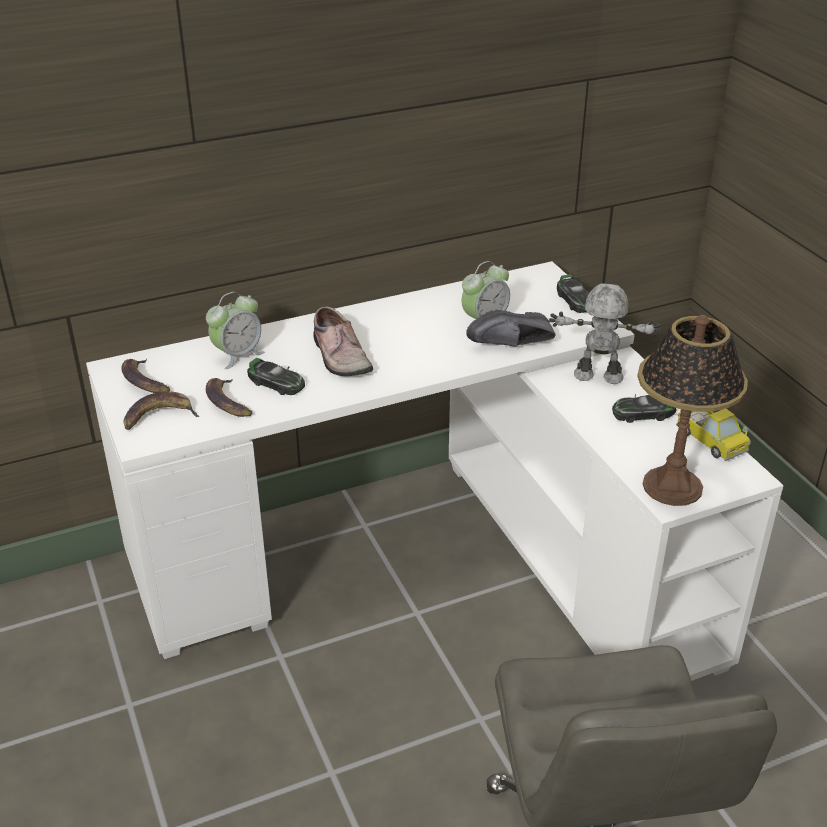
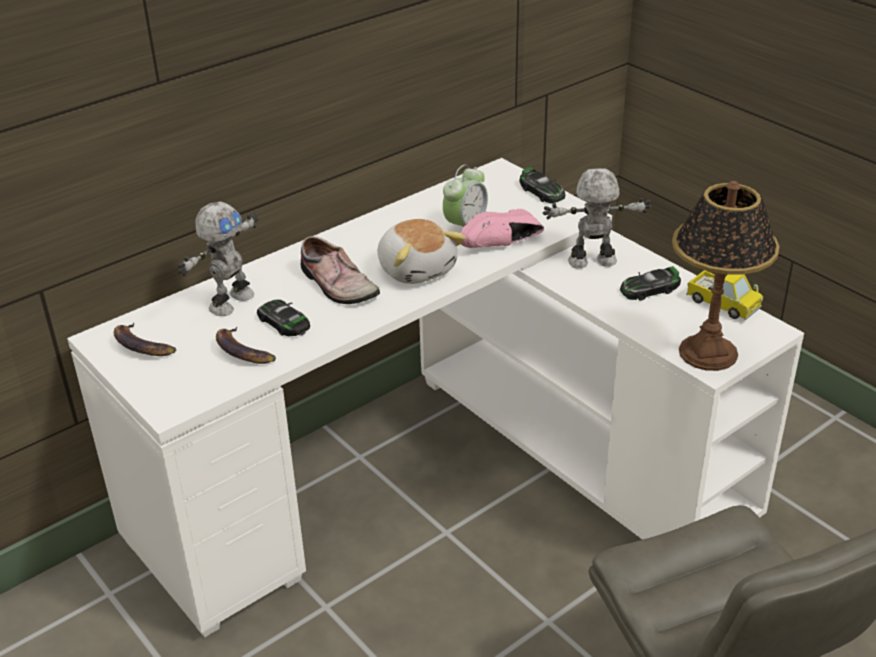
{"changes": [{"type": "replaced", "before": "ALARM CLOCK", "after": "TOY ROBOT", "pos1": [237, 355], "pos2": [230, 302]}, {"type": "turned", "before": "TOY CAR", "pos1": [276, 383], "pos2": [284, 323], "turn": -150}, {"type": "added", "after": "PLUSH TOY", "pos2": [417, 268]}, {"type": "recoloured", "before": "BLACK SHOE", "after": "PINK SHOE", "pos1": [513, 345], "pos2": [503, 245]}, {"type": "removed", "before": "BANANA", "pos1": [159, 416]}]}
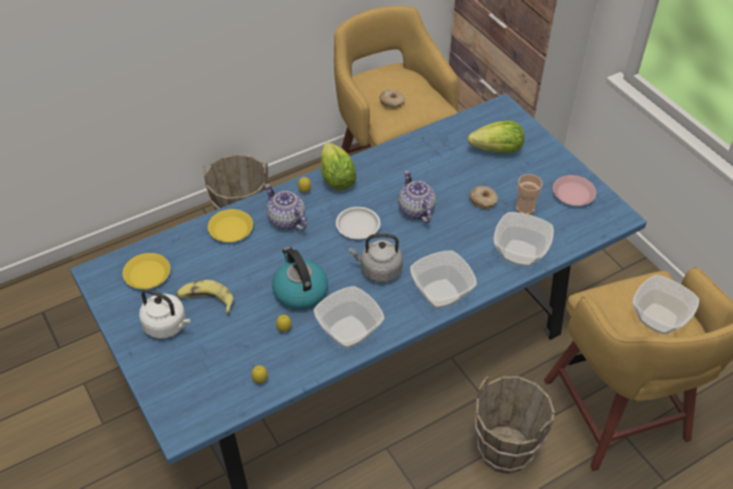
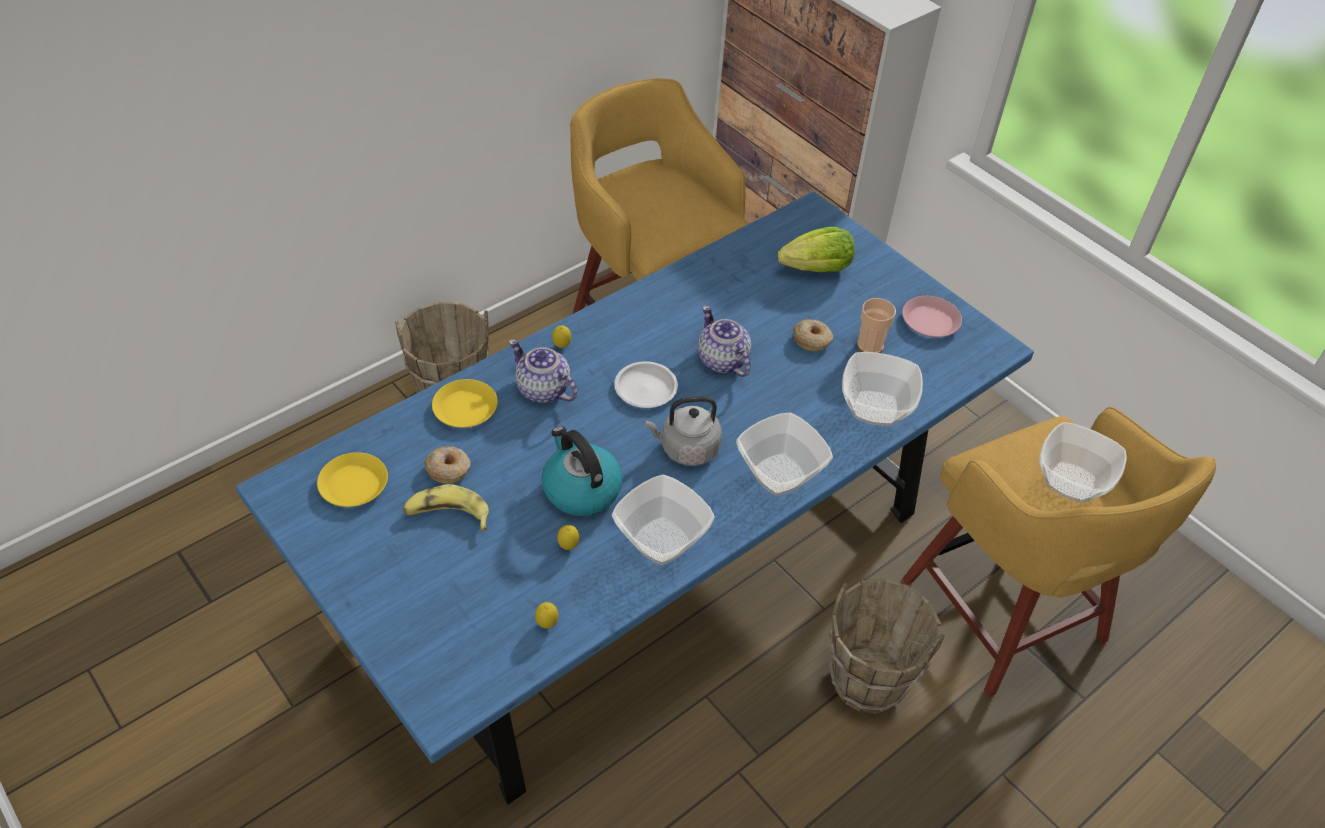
{"changes": [{"type": "moved", "before": "DONUT", "pos1": [392, 102], "pos2": [449, 469]}, {"type": "removed", "before": "WHITE KETTLE", "pos1": [167, 326]}, {"type": "removed", "before": "LETTUCE", "pos1": [336, 179]}]}
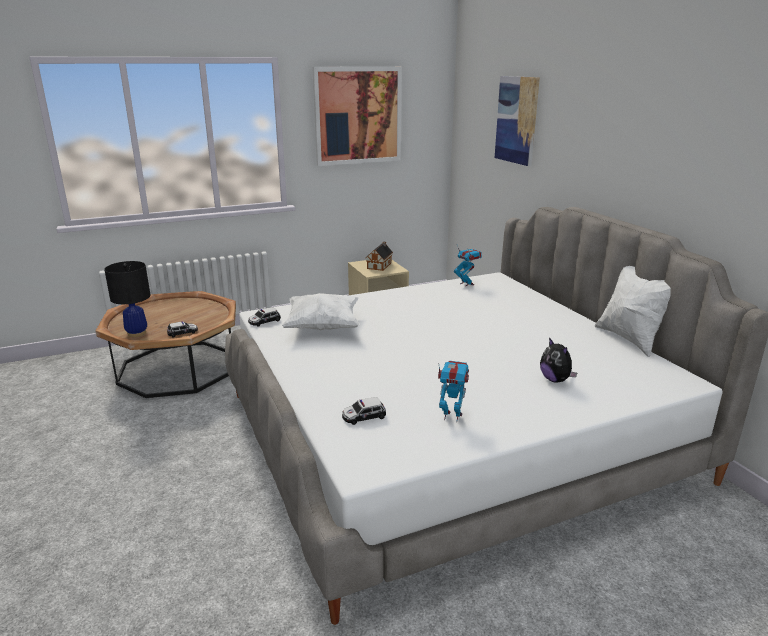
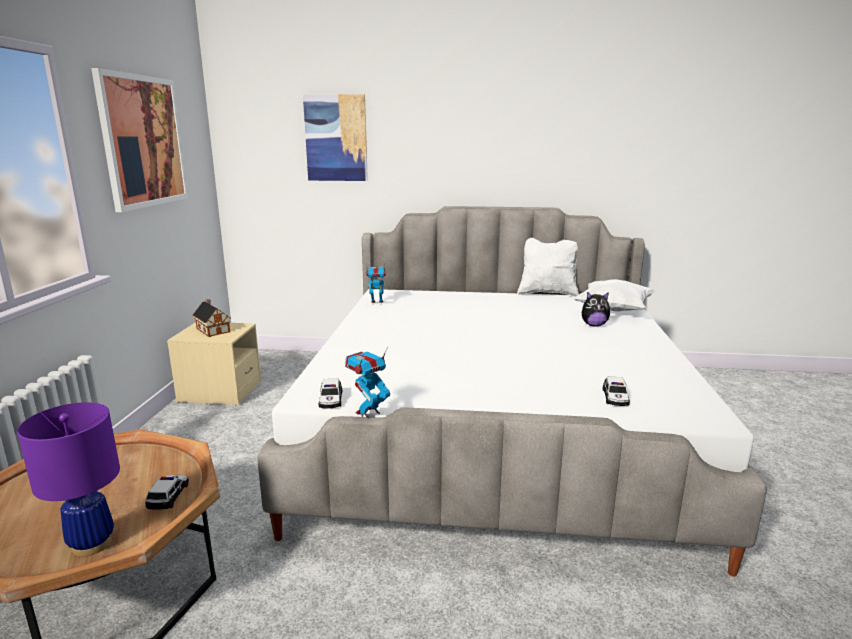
{"changes": [{"type": "recoloured", "before": "BLACK TABLE LAMP", "after": "PURPLE TABLE LAMP", "pos1": [137, 333], "pos2": [92, 544]}, {"type": "moved", "before": "TOY ROBOT", "pos1": [451, 416], "pos2": [368, 412]}, {"type": "moved", "before": "WHITE PILLOW", "pos1": [323, 327], "pos2": [613, 310]}]}
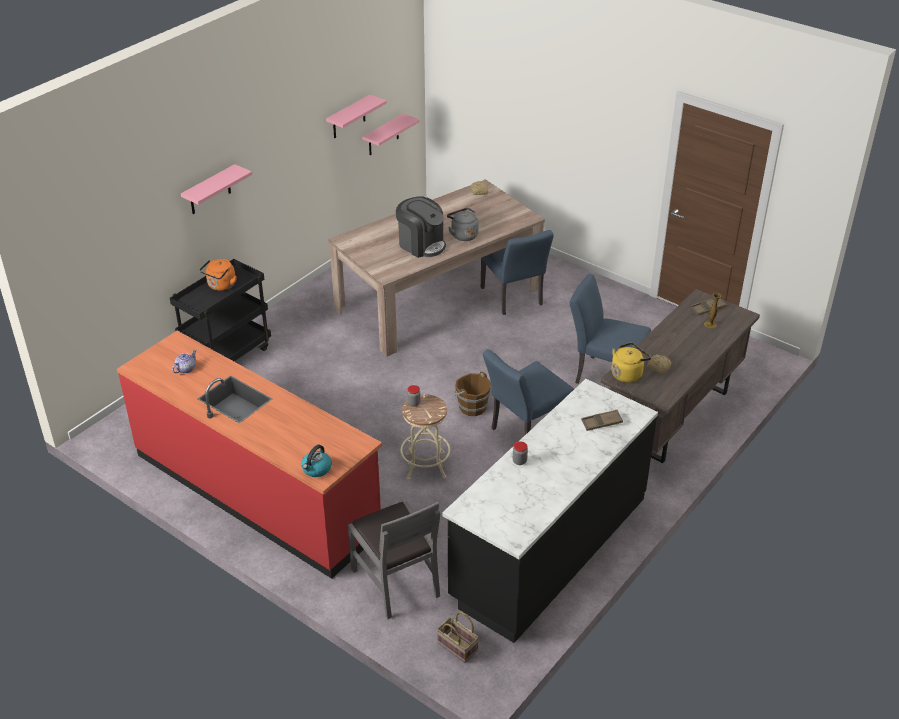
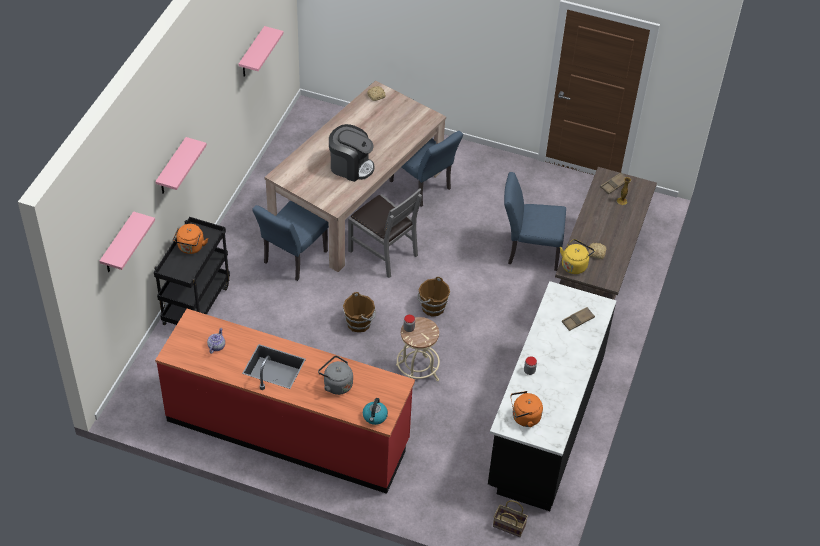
{"changes": [{"type": "moved", "before": "PINK SHELF", "pos1": [383, 135], "pos2": [118, 245]}, {"type": "moved", "before": "BLUE CHAIR", "pos1": [524, 432], "pos2": [292, 260]}, {"type": "moved", "before": "GREY KETTLE", "pos1": [463, 235], "pos2": [336, 384]}, {"type": "added", "after": "BROWN BUCKET", "pos2": [359, 323]}, {"type": "moved", "before": "GREY CHAIR", "pos1": [396, 581], "pos2": [383, 252]}, {"type": "added", "after": "ORANGE KETTLE", "pos2": [524, 418]}]}
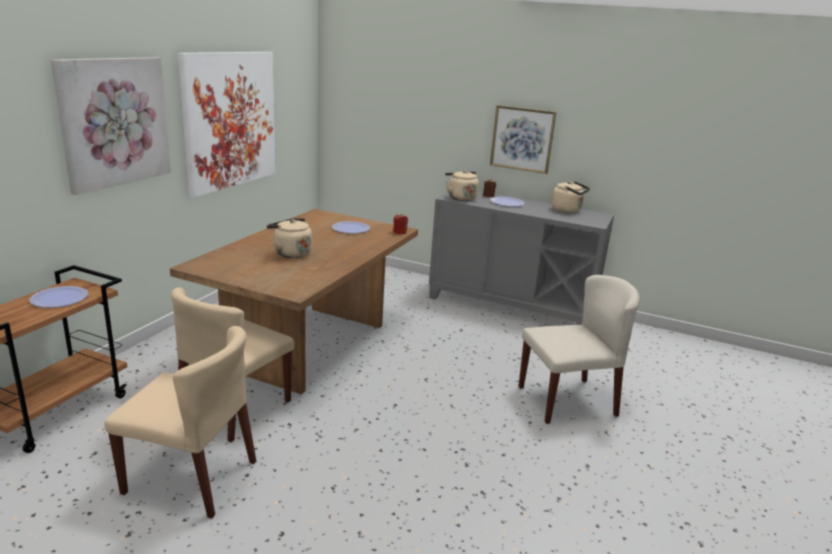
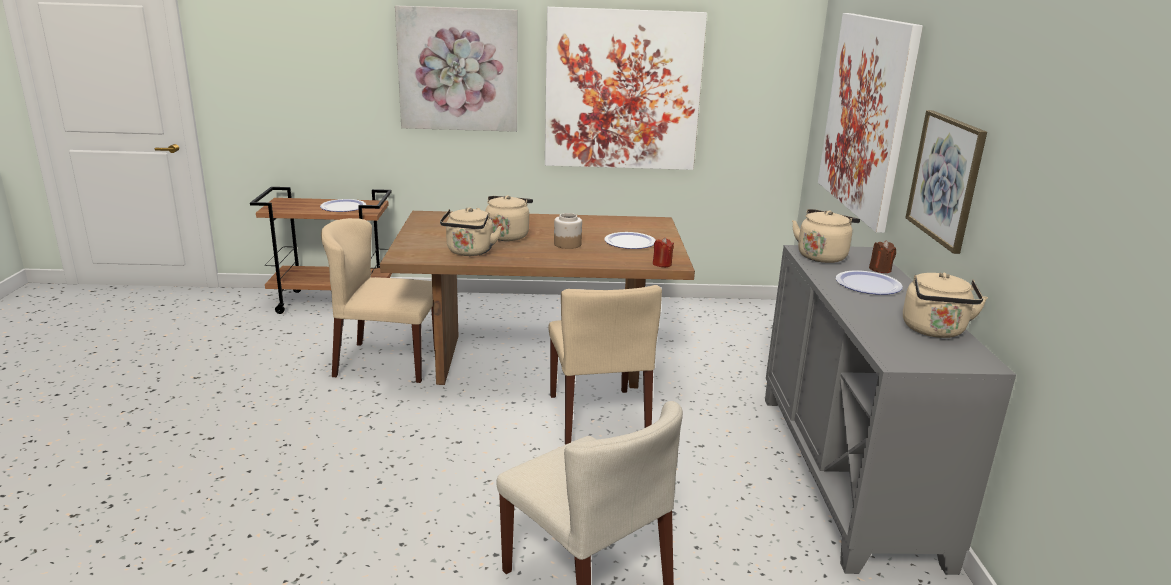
{"changes": [{"type": "added", "after": "BEIGE KETTLE", "pos2": [469, 252]}, {"type": "moved", "before": "BEIGE CHAIR", "pos1": [192, 477], "pos2": [598, 417]}, {"type": "added", "after": "JAR", "pos2": [567, 244]}, {"type": "added", "after": "PICTURE", "pos2": [866, 116]}]}
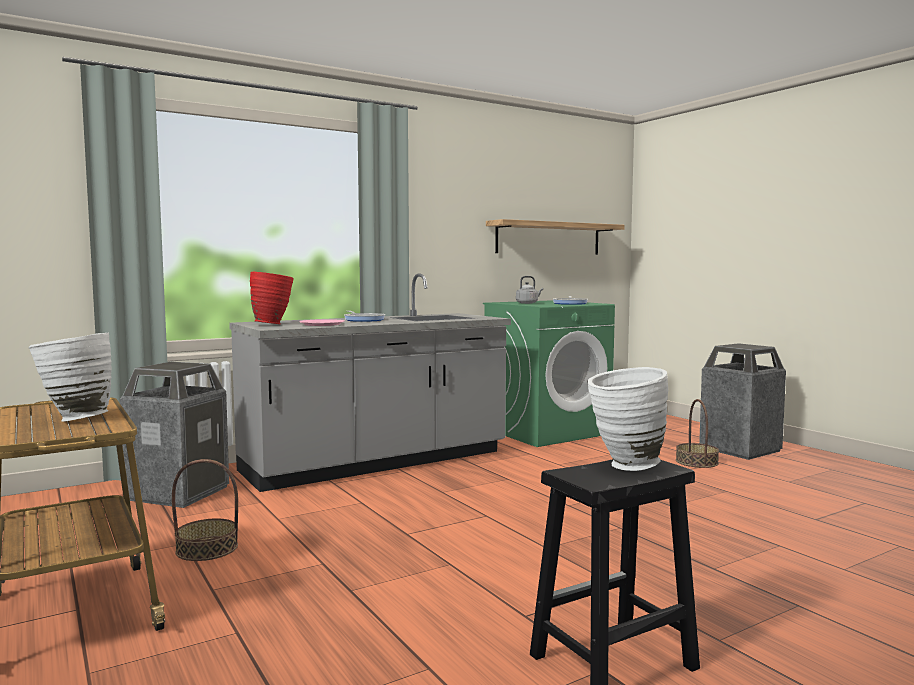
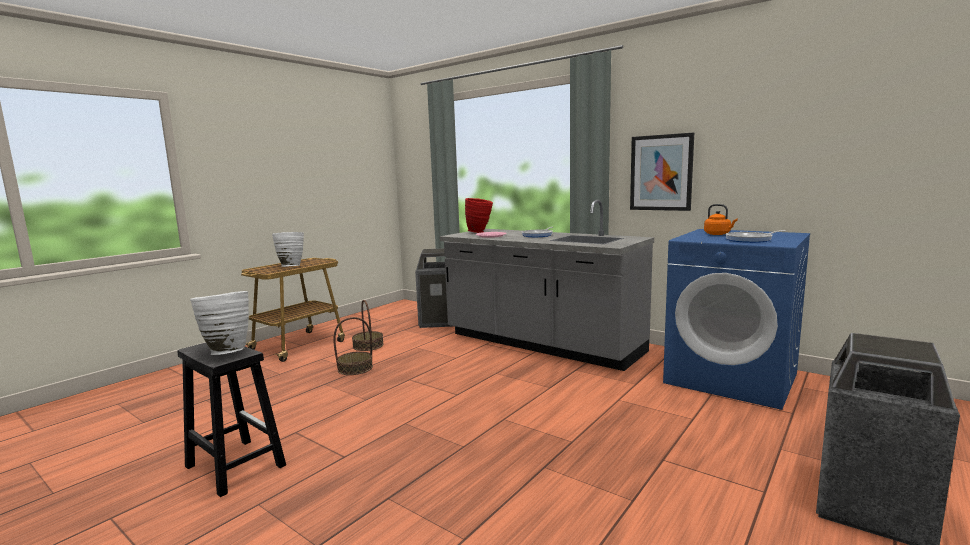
{"changes": [{"type": "moved", "before": "BASKET", "pos1": [696, 462], "pos2": [355, 368]}, {"type": "added", "after": "PICTURE", "pos2": [661, 172]}, {"type": "recoloured", "before": "GREEN WASHING MACHINE", "after": "BLUE WASHING MACHINE", "pos1": [547, 431], "pos2": [732, 378]}, {"type": "recoloured", "before": "GREY KETTLE", "after": "ORANGE KETTLE", "pos1": [528, 303], "pos2": [718, 234]}, {"type": "removed", "before": "SHELF", "pos1": [549, 238]}]}
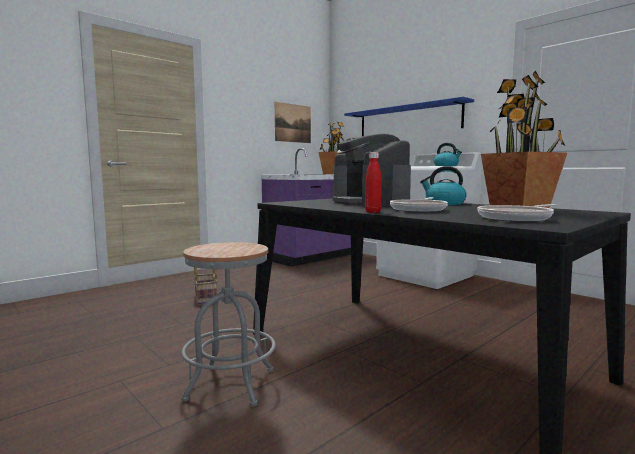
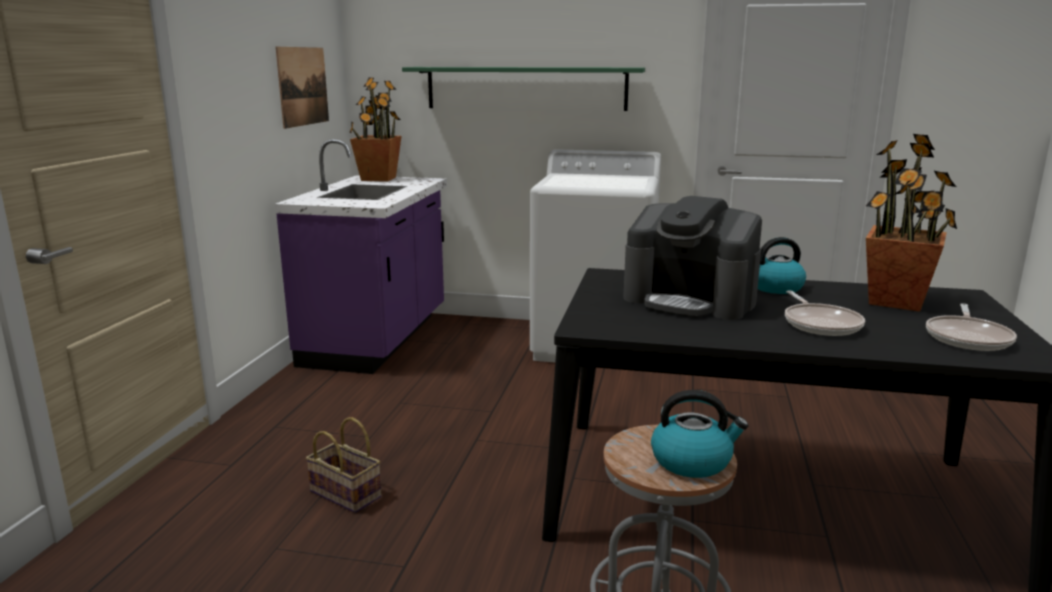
{"changes": [{"type": "recoloured", "before": "BLUE SHELF", "after": "GREEN SHELF", "pos1": [407, 120], "pos2": [526, 88]}, {"type": "moved", "before": "KETTLE", "pos1": [446, 166], "pos2": [692, 461]}, {"type": "removed", "before": "RED BOTTLE", "pos1": [373, 212]}]}
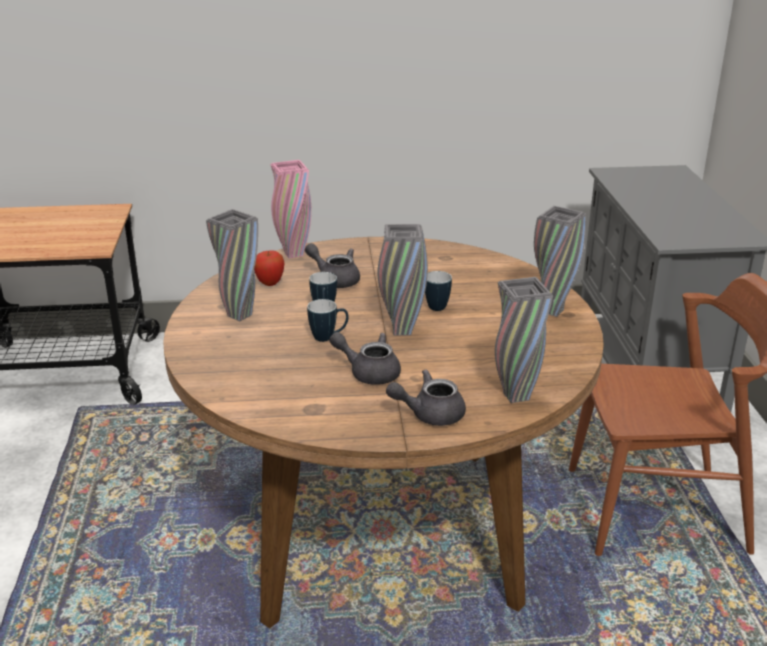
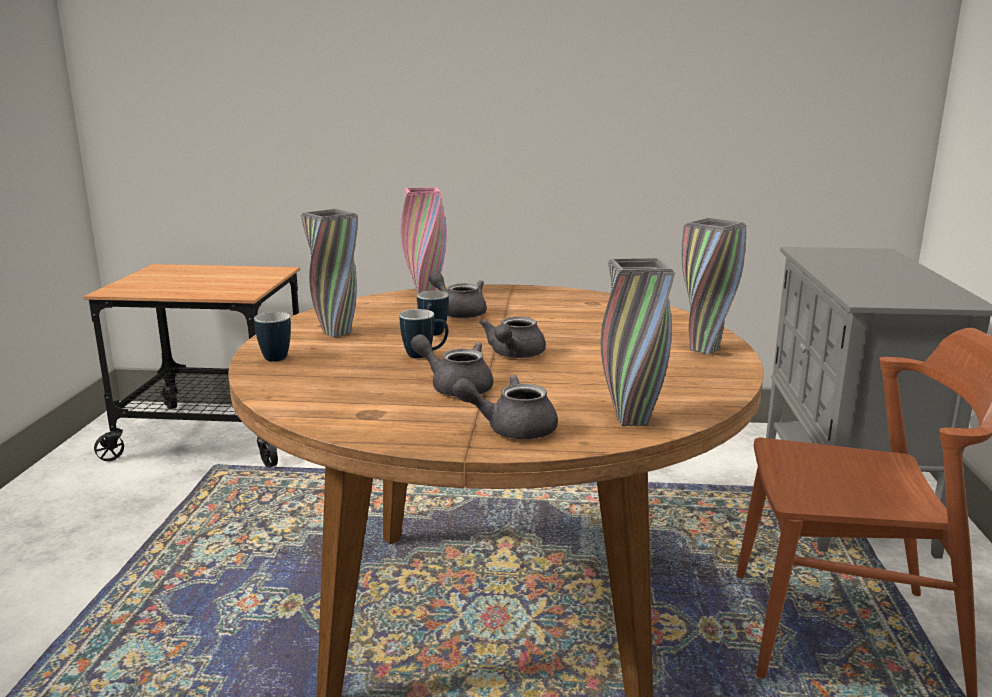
{"changes": [{"type": "moved", "before": "MUG", "pos1": [433, 305], "pos2": [274, 356]}, {"type": "replaced", "before": "GREY VASE", "after": "GREY TEAPOT", "pos1": [402, 331], "pos2": [513, 355]}, {"type": "removed", "before": "APPLE", "pos1": [270, 283]}]}
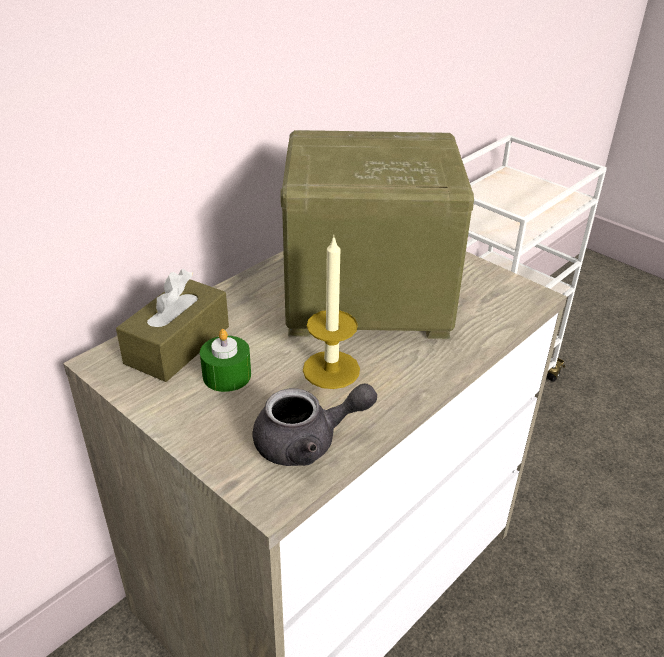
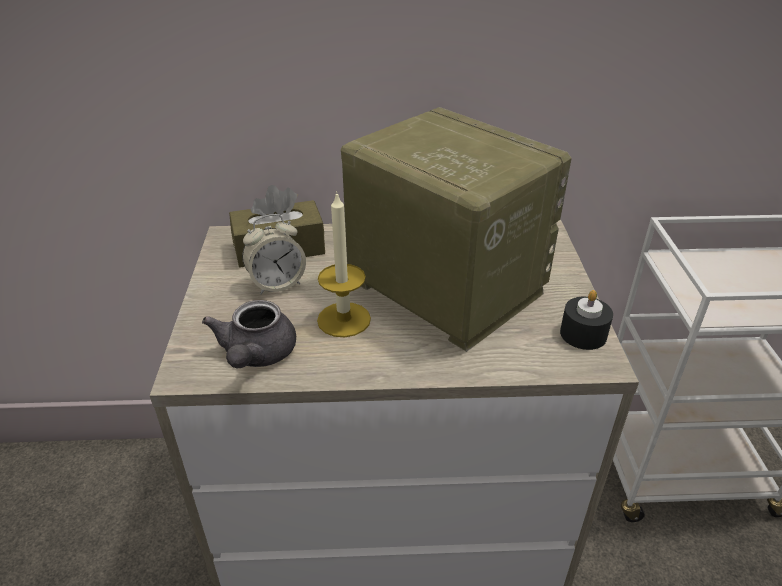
{"changes": [{"type": "turned", "before": "GREY TEAPOT", "pos1": [307, 442], "pos2": [256, 355], "turn": 60}, {"type": "replaced", "before": "GREEN CANDLE", "after": "ALARM CLOCK", "pos1": [227, 375], "pos2": [277, 284]}, {"type": "added", "after": "BLACK CANDLE", "pos2": [583, 334]}]}
